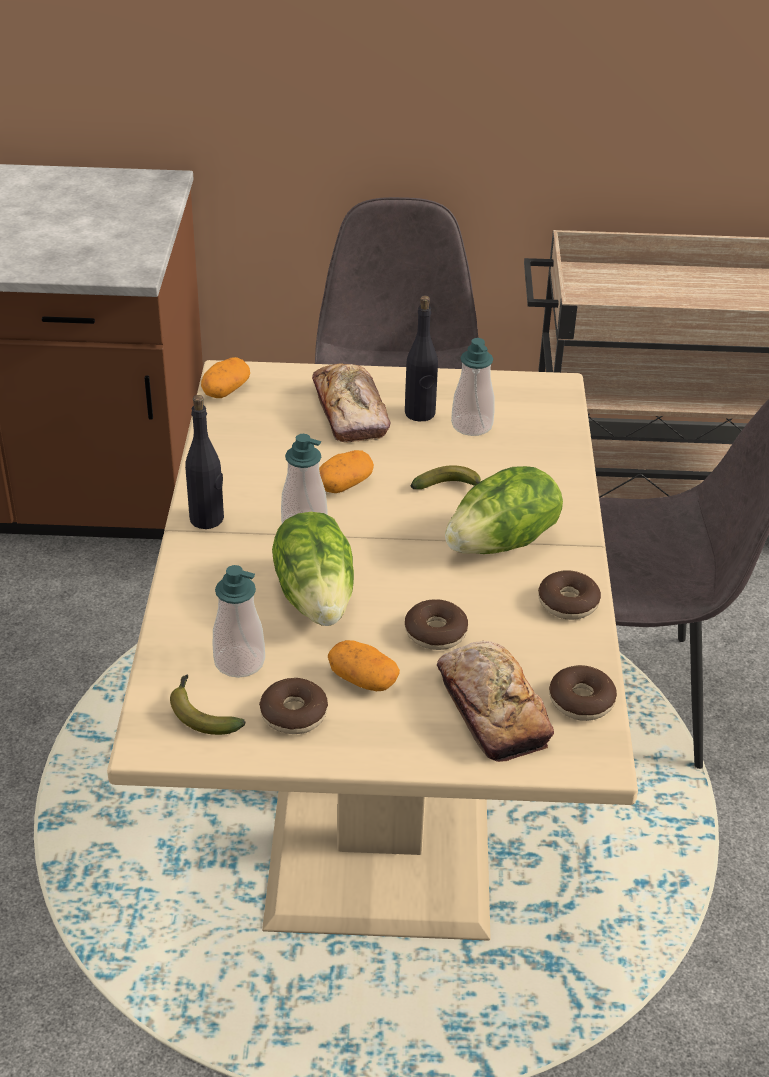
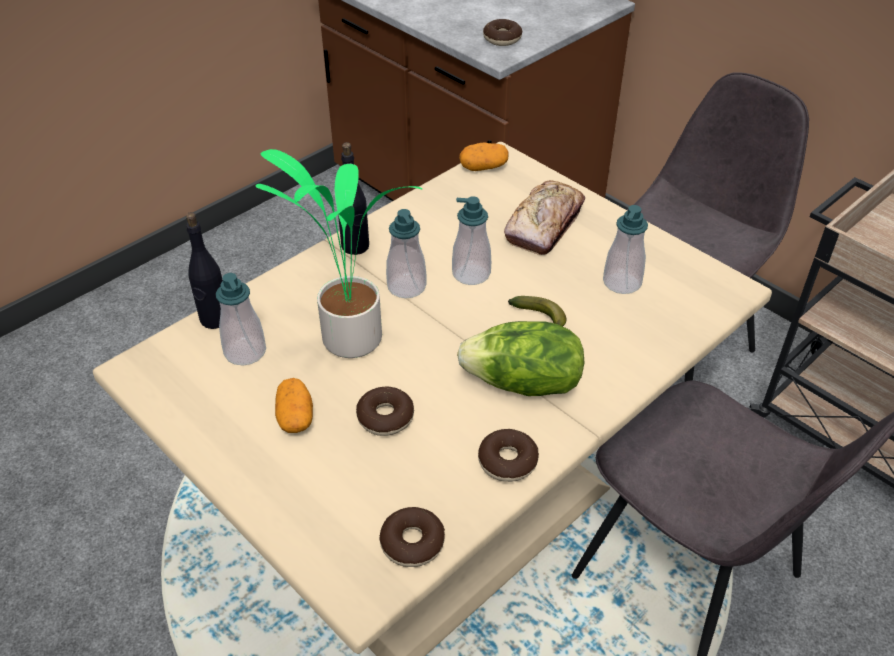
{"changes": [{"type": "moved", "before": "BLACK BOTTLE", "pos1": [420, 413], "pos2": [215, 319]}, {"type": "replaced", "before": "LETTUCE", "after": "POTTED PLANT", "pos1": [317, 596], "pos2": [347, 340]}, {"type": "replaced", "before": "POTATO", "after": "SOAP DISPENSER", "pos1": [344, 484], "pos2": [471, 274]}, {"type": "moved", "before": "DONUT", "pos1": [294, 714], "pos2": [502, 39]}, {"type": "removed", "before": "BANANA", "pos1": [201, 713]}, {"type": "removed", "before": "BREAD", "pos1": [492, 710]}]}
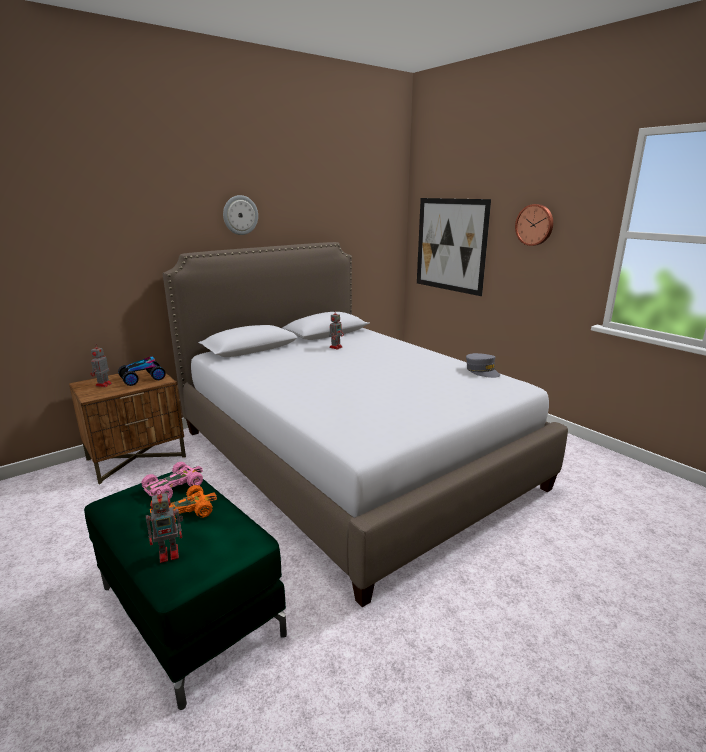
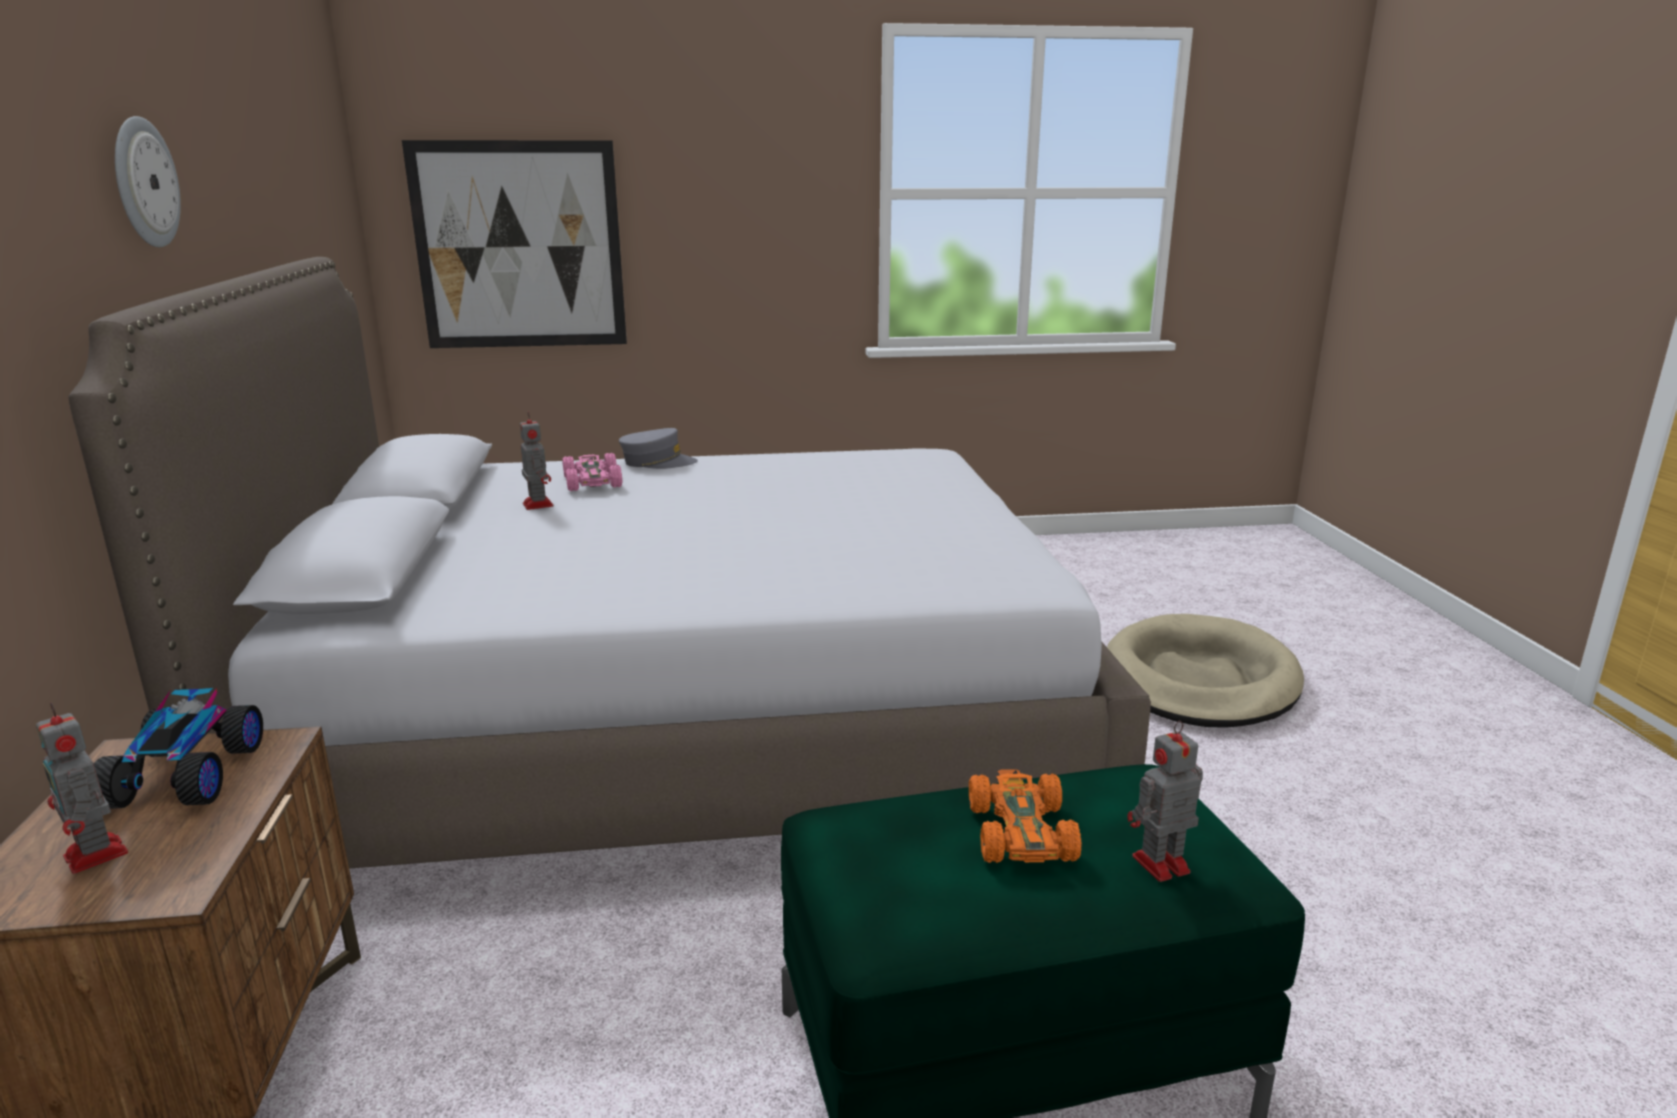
{"changes": [{"type": "moved", "before": "PINK TOY CAR", "pos1": [174, 487], "pos2": [592, 482]}, {"type": "moved", "before": "GREY CAP", "pos1": [482, 371], "pos2": [658, 462]}, {"type": "added", "after": "BEIGE DOG BED", "pos2": [1199, 680]}, {"type": "turned", "before": "TOY ROBOT", "pos1": [170, 553], "pos2": [1158, 865], "turn": -120}, {"type": "removed", "before": "WALL CLOCK", "pos1": [535, 225]}]}
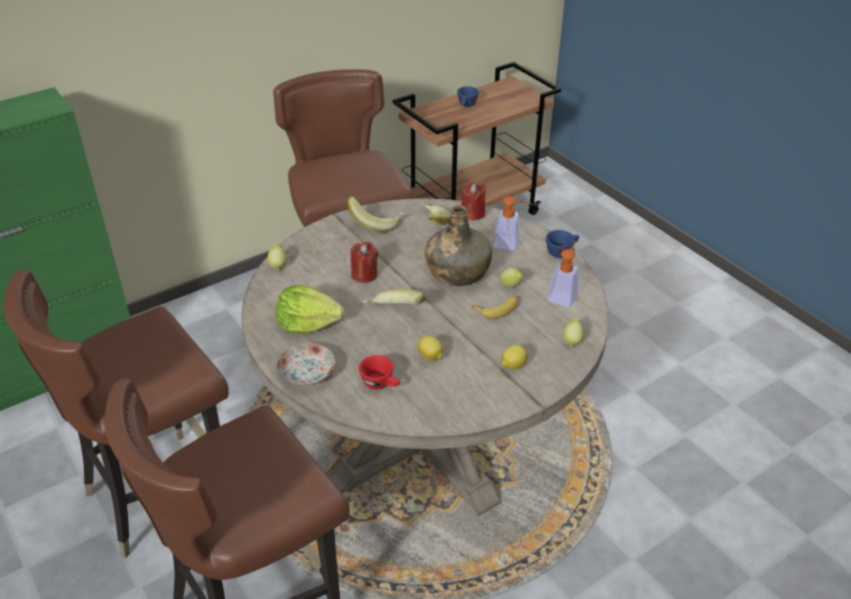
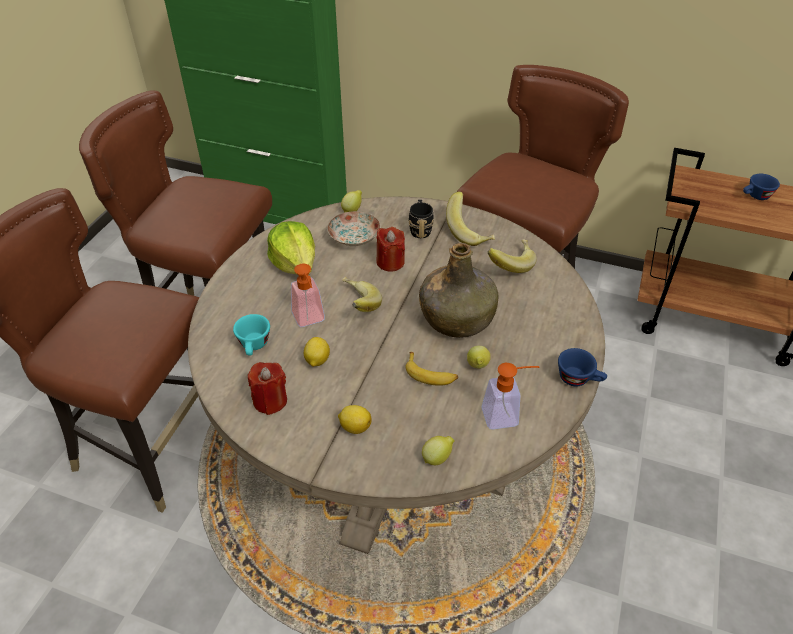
{"changes": [{"type": "recoloured", "before": "RED CUP", "after": "TURQUOISE CUP", "pos1": [381, 384], "pos2": [254, 346]}, {"type": "moved", "before": "RED CANDLE", "pos1": [472, 214], "pos2": [270, 400]}, {"type": "moved", "before": "SOAP DISPENSER", "pos1": [511, 244], "pos2": [310, 320]}, {"type": "moved", "before": "PLATE", "pos1": [306, 373], "pos2": [354, 237]}, {"type": "added", "after": "BLACK MUG", "pos2": [420, 229]}]}
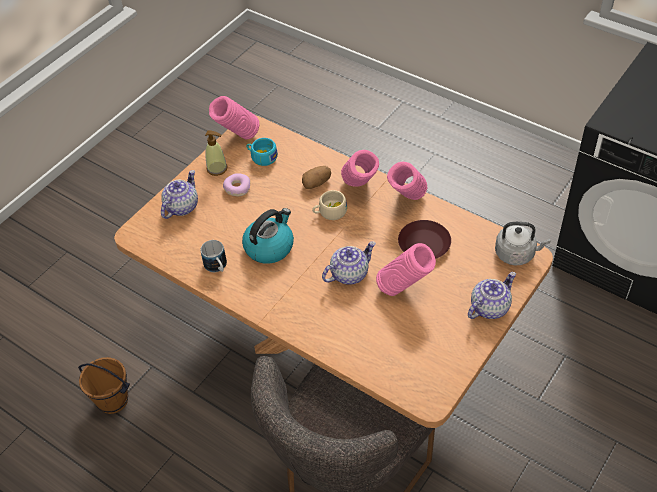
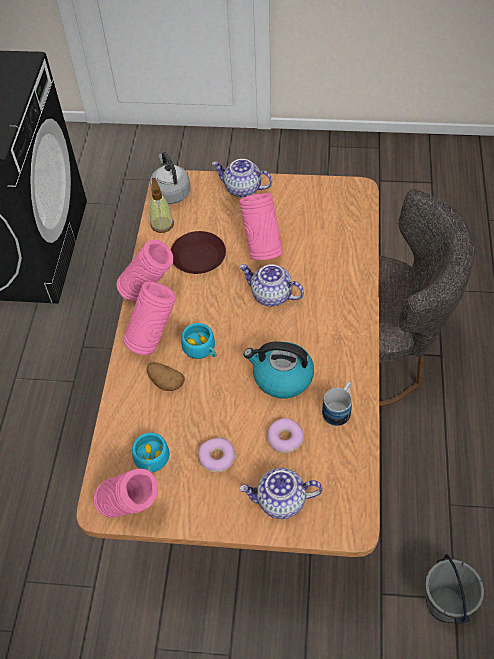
{"changes": [{"type": "moved", "before": "SOAP DISPENSER", "pos1": [217, 168], "pos2": [162, 224]}, {"type": "recoloured", "before": "BEIGE CUP", "after": "TURQUOISE CUP", "pos1": [329, 212], "pos2": [201, 349]}, {"type": "added", "after": "DONUT", "pos2": [284, 439]}, {"type": "recoloured", "before": "BROWN BUCKET", "after": "GREY BUCKET", "pos1": [113, 400], "pos2": [444, 604]}]}
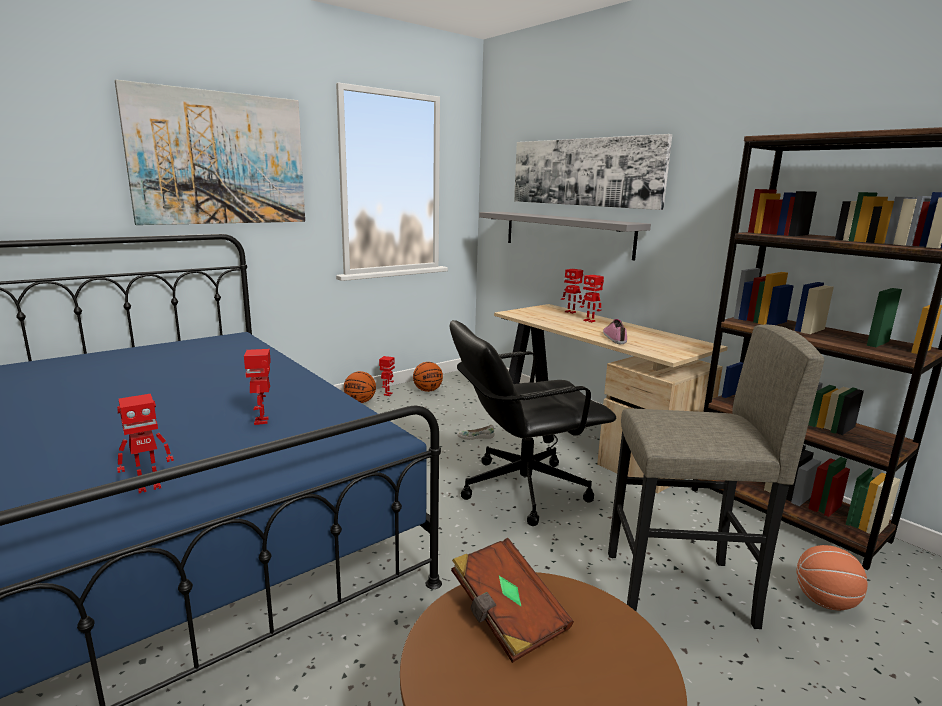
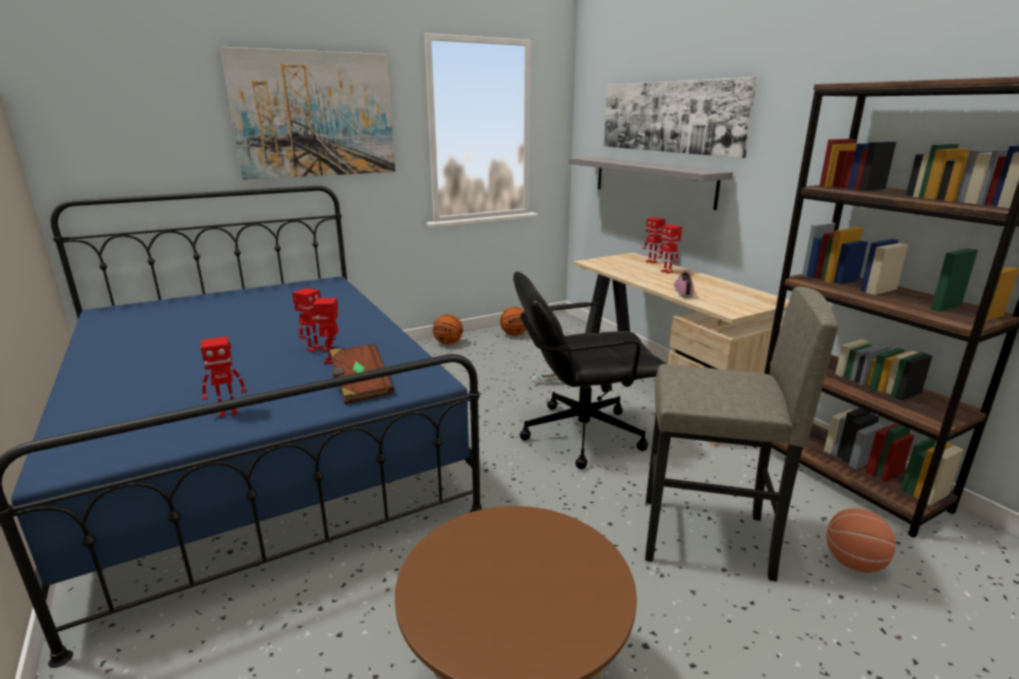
{"changes": [{"type": "moved", "before": "TOY ROBOT", "pos1": [387, 394], "pos2": [314, 349]}, {"type": "moved", "before": "BROWN BOOK", "pos1": [507, 615], "pos2": [360, 386]}]}
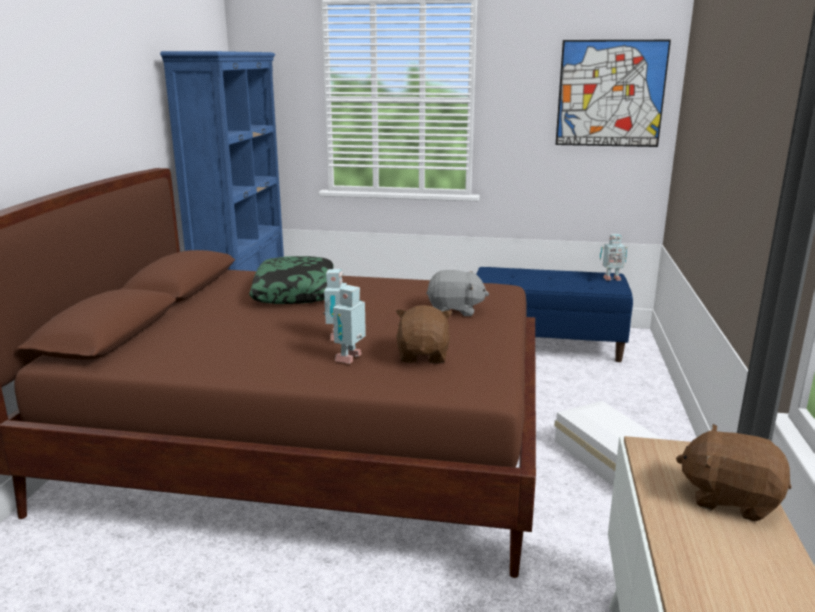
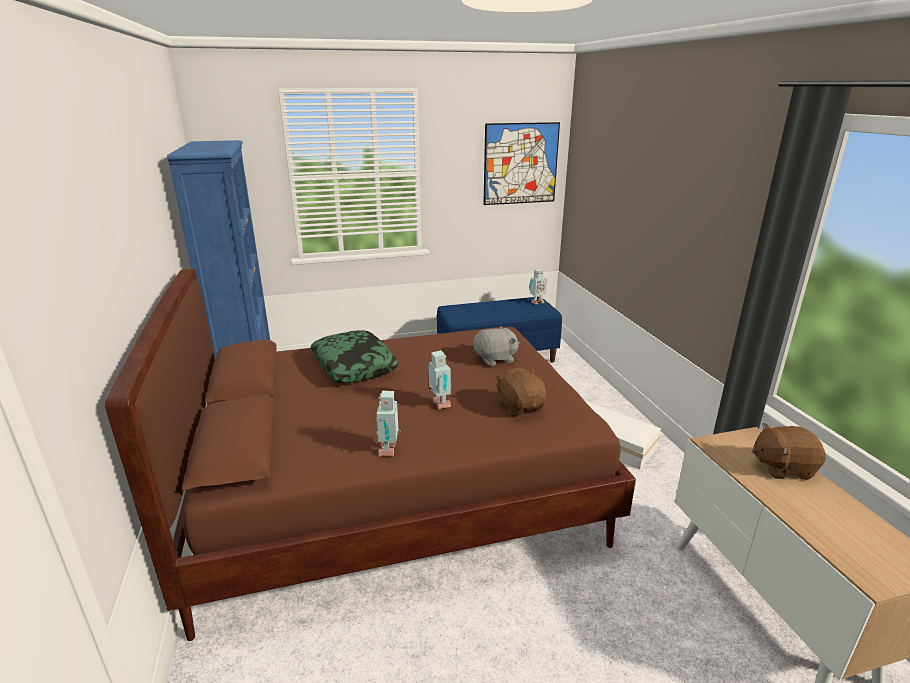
{"changes": [{"type": "moved", "before": "TOY ROBOT", "pos1": [351, 358], "pos2": [389, 449]}]}
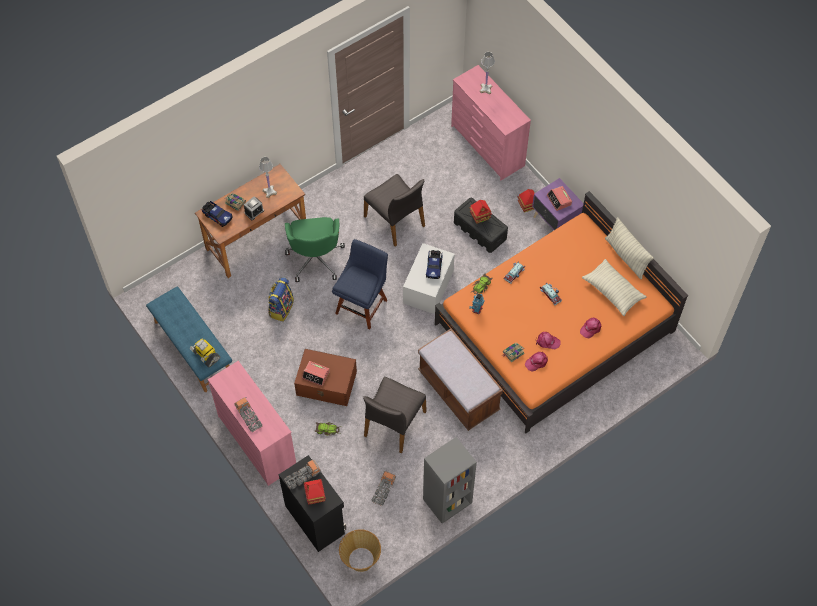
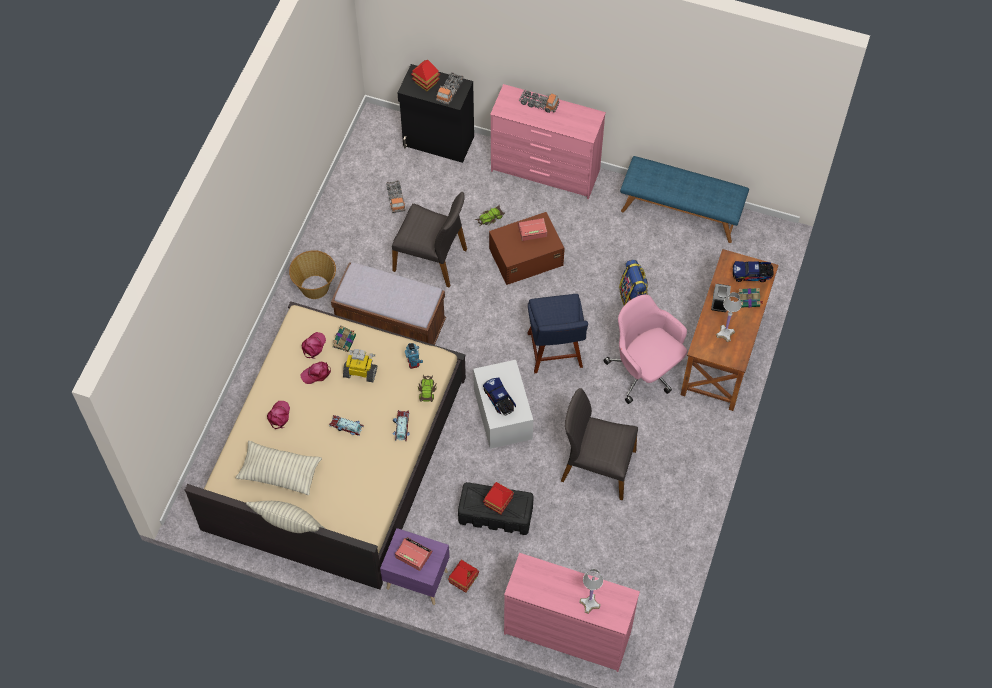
{"changes": [{"type": "recoloured", "before": "ORANGE BED", "after": "BEIGE BED", "pos1": [555, 327], "pos2": [335, 453]}, {"type": "moved", "before": "BASKET", "pos1": [360, 559], "pos2": [315, 287]}, {"type": "moved", "before": "TOY ROBOT", "pos1": [206, 355], "pos2": [360, 372]}, {"type": "turned", "before": "GREY CHAIR", "pos1": [393, 424], "pos2": [431, 259], "turn": 120}, {"type": "recoloured", "before": "GREEN OFFICE CHAIR", "after": "PINK OFFICE CHAIR", "pos1": [315, 258], "pos2": [645, 371]}, {"type": "removed", "before": "GREY BOOKCASE", "pos1": [447, 501]}]}
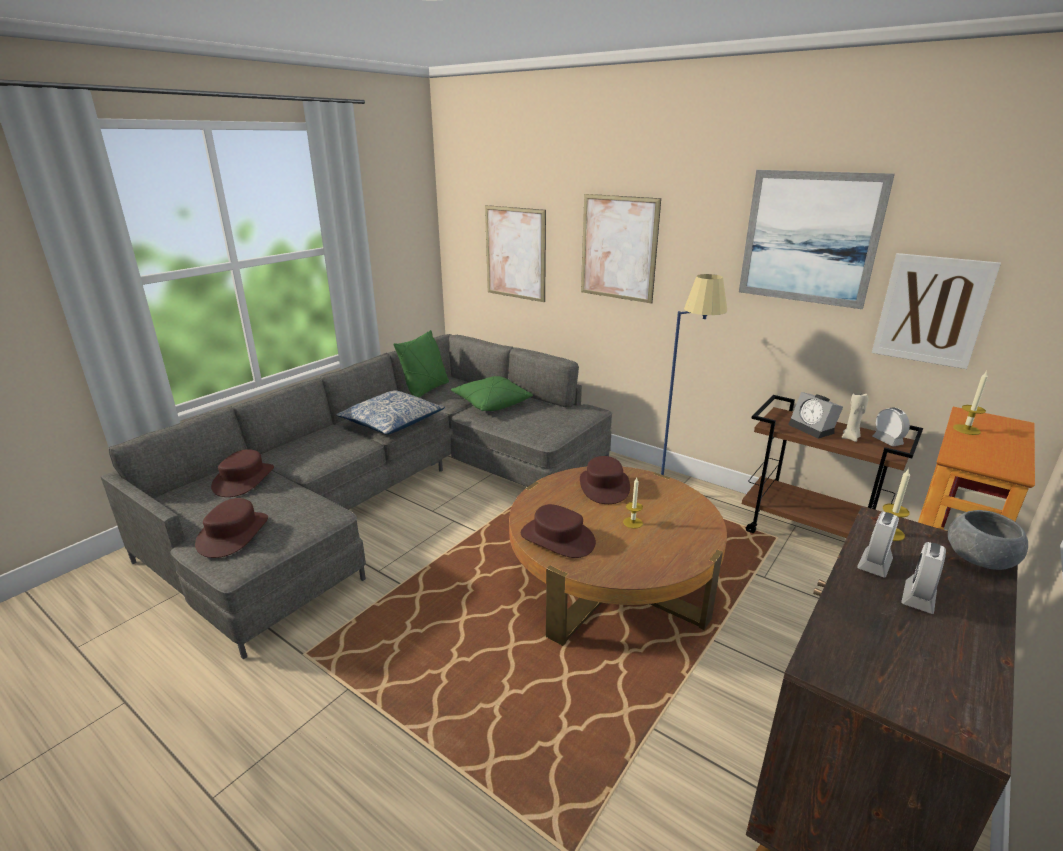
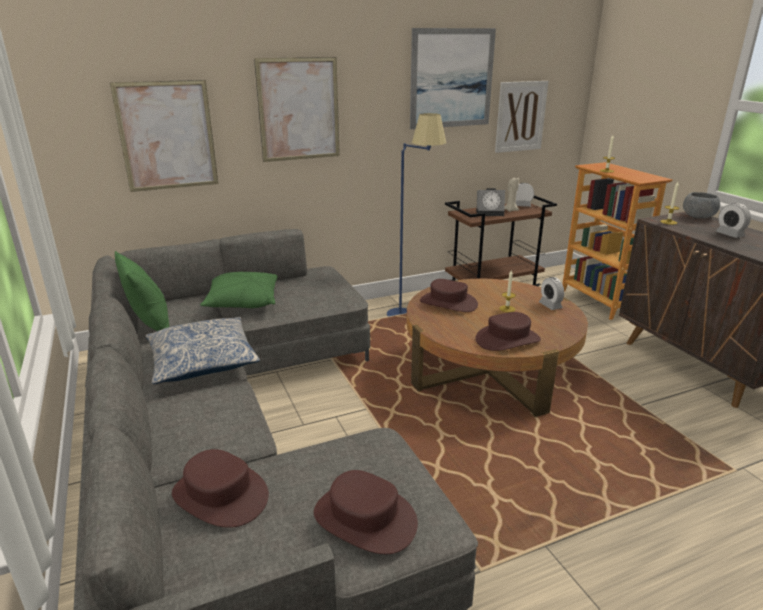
{"changes": [{"type": "moved", "before": "ALARM CLOCK", "pos1": [874, 564], "pos2": [550, 305]}]}
